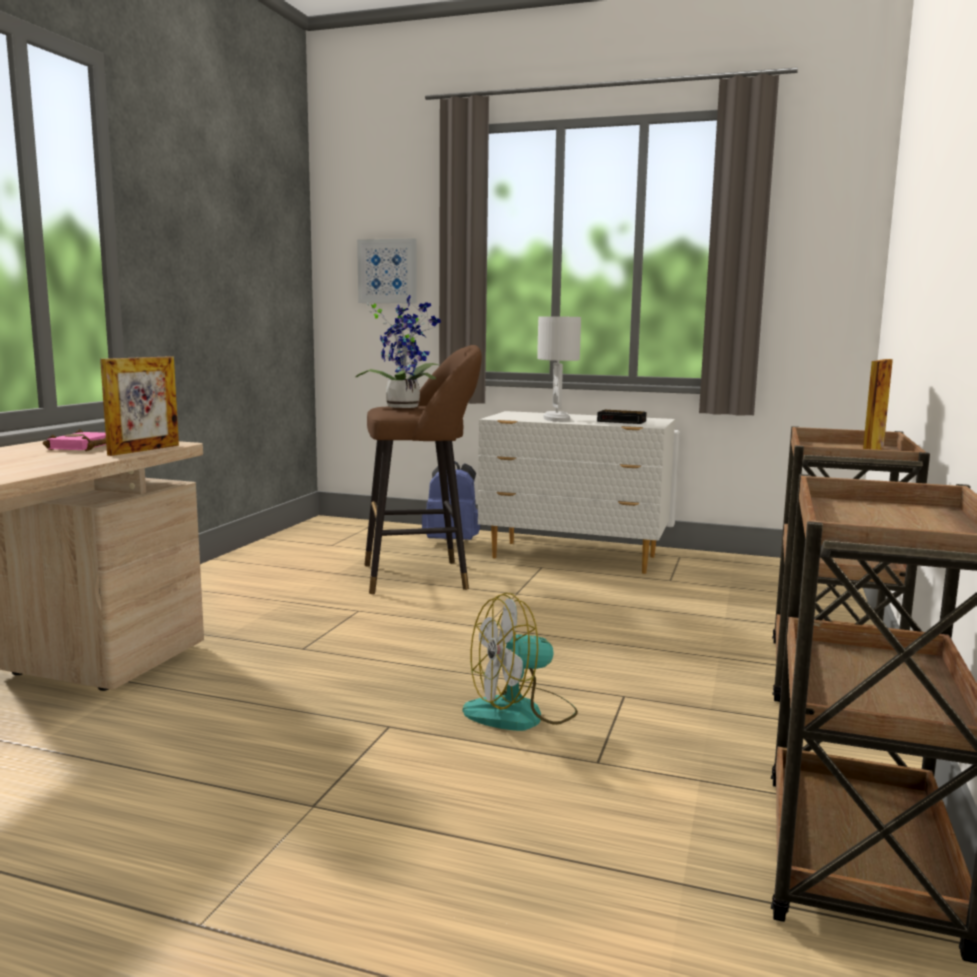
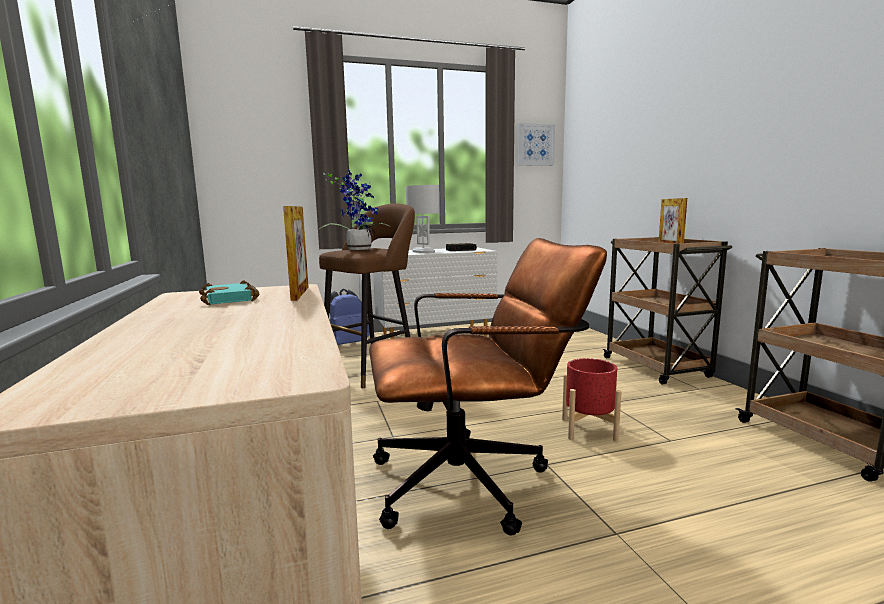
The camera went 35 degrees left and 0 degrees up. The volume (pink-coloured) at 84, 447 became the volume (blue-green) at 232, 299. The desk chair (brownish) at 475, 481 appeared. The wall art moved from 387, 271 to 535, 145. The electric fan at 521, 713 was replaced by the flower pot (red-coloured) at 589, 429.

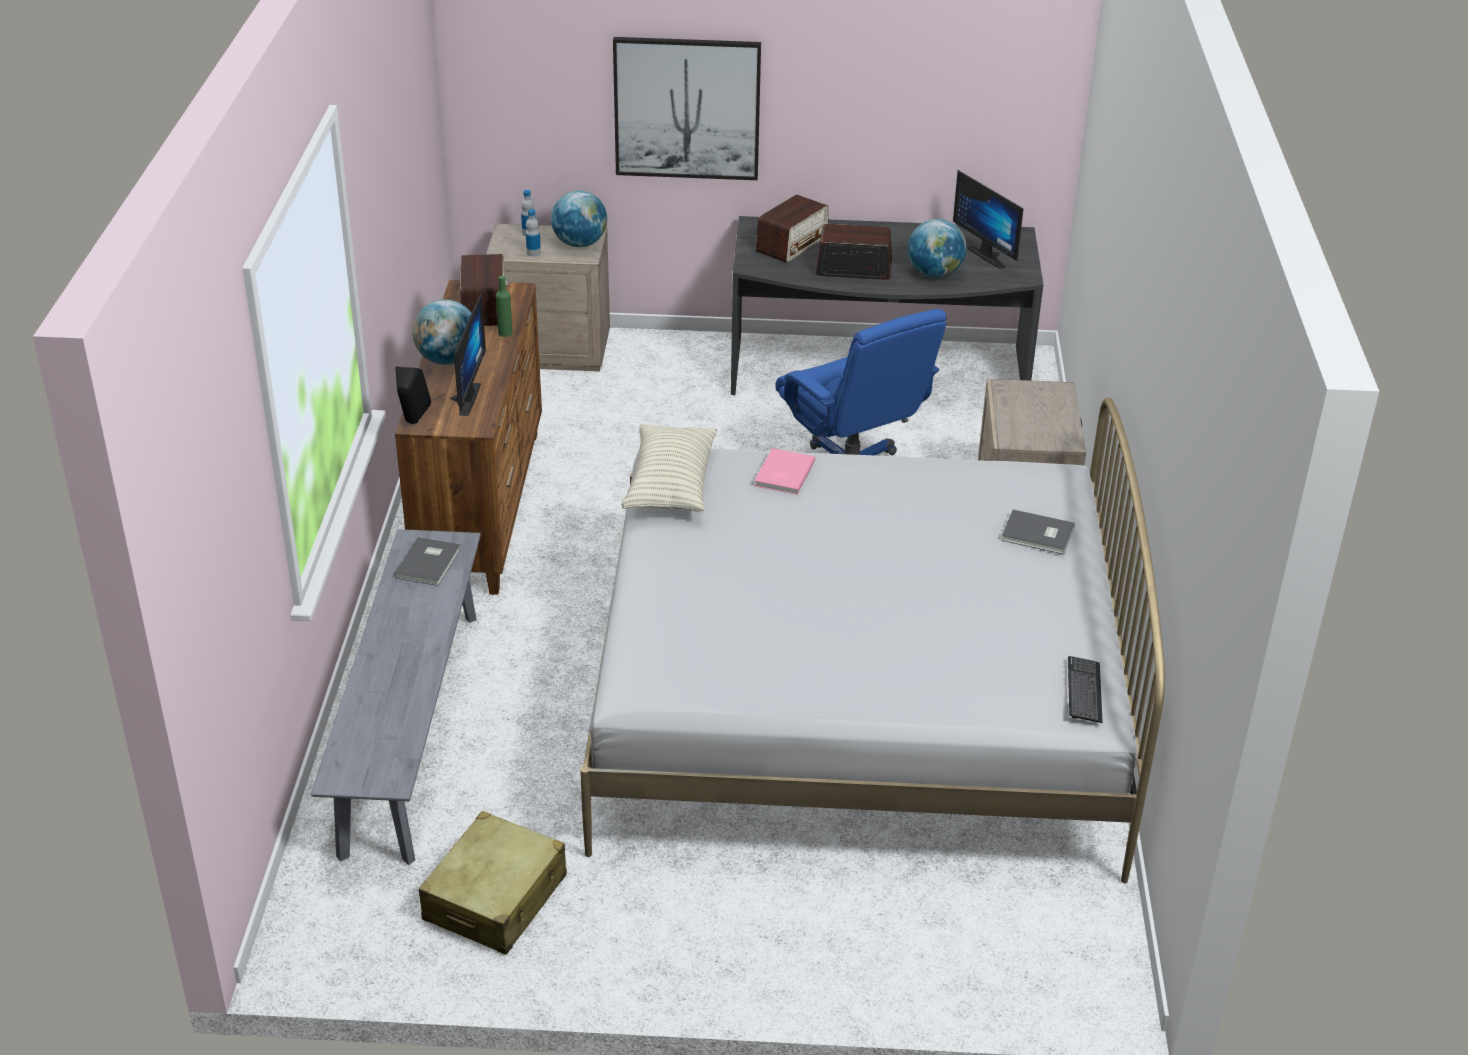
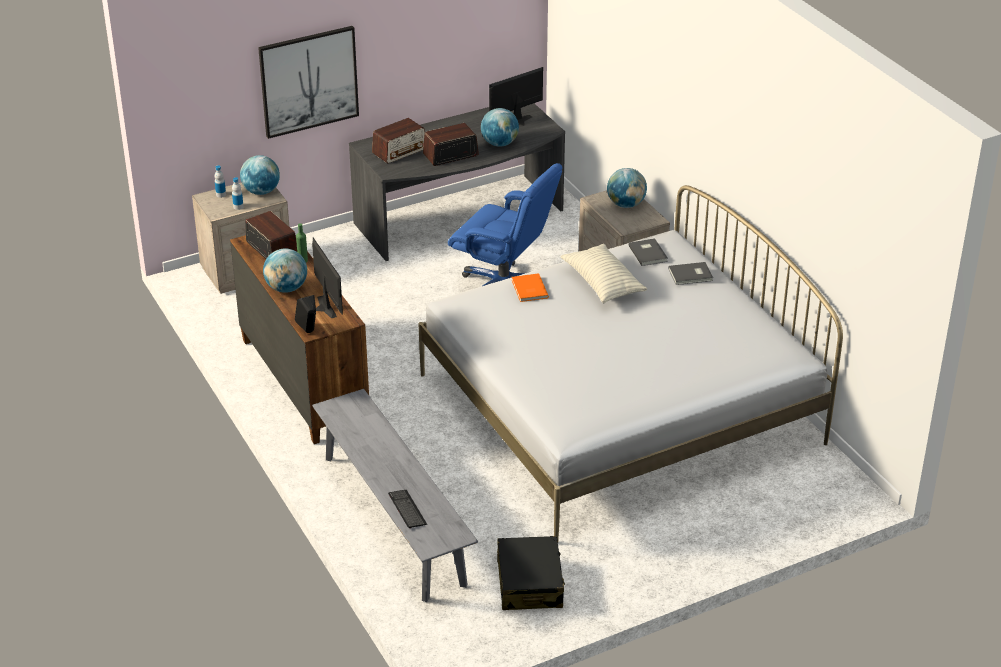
The camera went 30 degrees left and 0 degrees up. The radio receiver at 792, 244 turned 45 degrees clockwise. The PC keyboard moved from 1084, 691 to 407, 510. The computer display at 990, 255 turned 120 degrees clockwise. The suitcase (beige-coloured) at 496, 898 became the suitcase (black-coloured) at 529, 583. The volume (pink-coloured) at 782, 474 became the volume (orange) at 528, 289. The pillow moved from 670, 485 to 603, 284. The world globe at 626, 204 appeared. The volume (greyish) moved from 430, 563 to 648, 253.

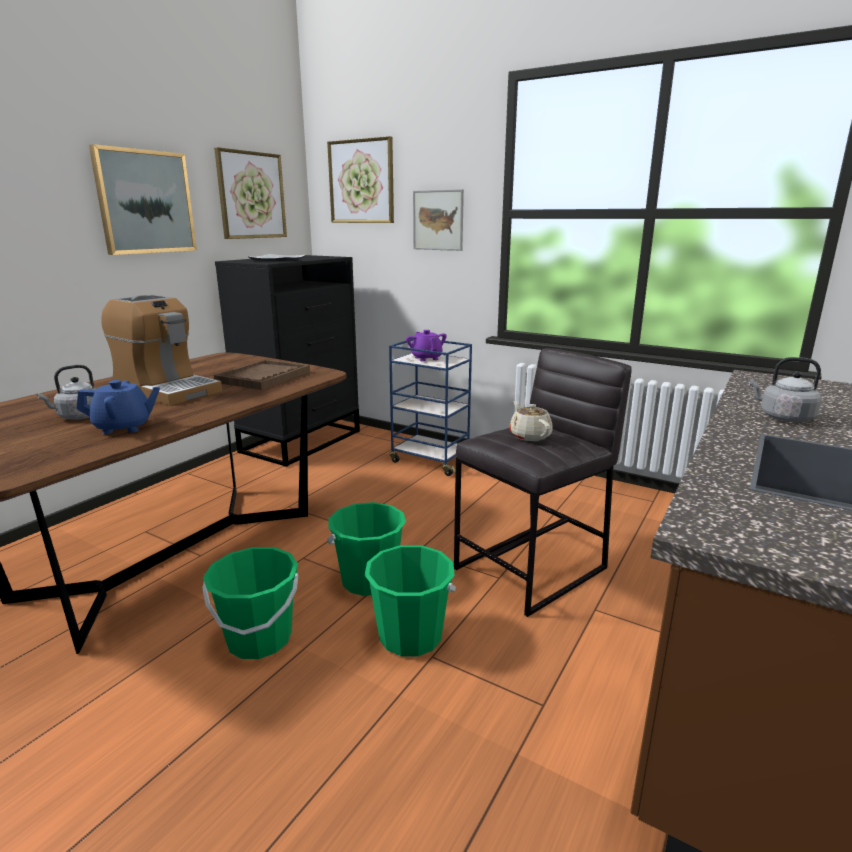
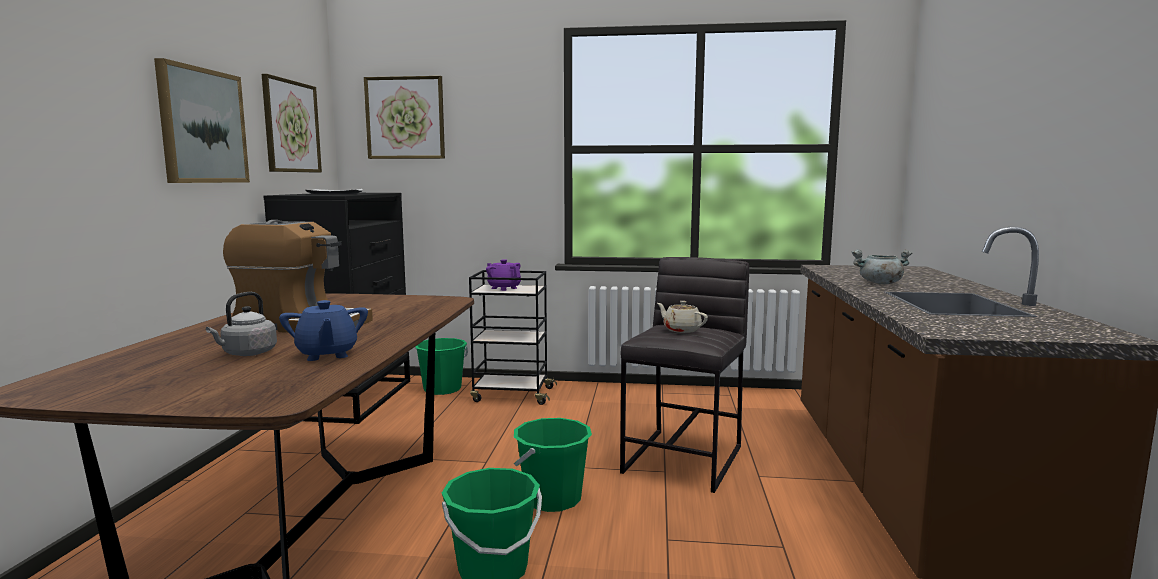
The camera went 25 degrees left and 10 degrees down. The pot for tea (blue-coloured) at 124, 427 turned 105 degrees clockwise. The pail (green-coloured) moved from 410, 636 to 442, 389. The cart (blue-coloured) at 431, 460 became the cart (black-coloured) at 512, 395. The tea kettle (greyish) at 783, 417 was replaced by the cooking pot (greyish) at 880, 283. The carrying tray (brownish) at 264, 377 disappeared. The wall art at 438, 220 disappeared.

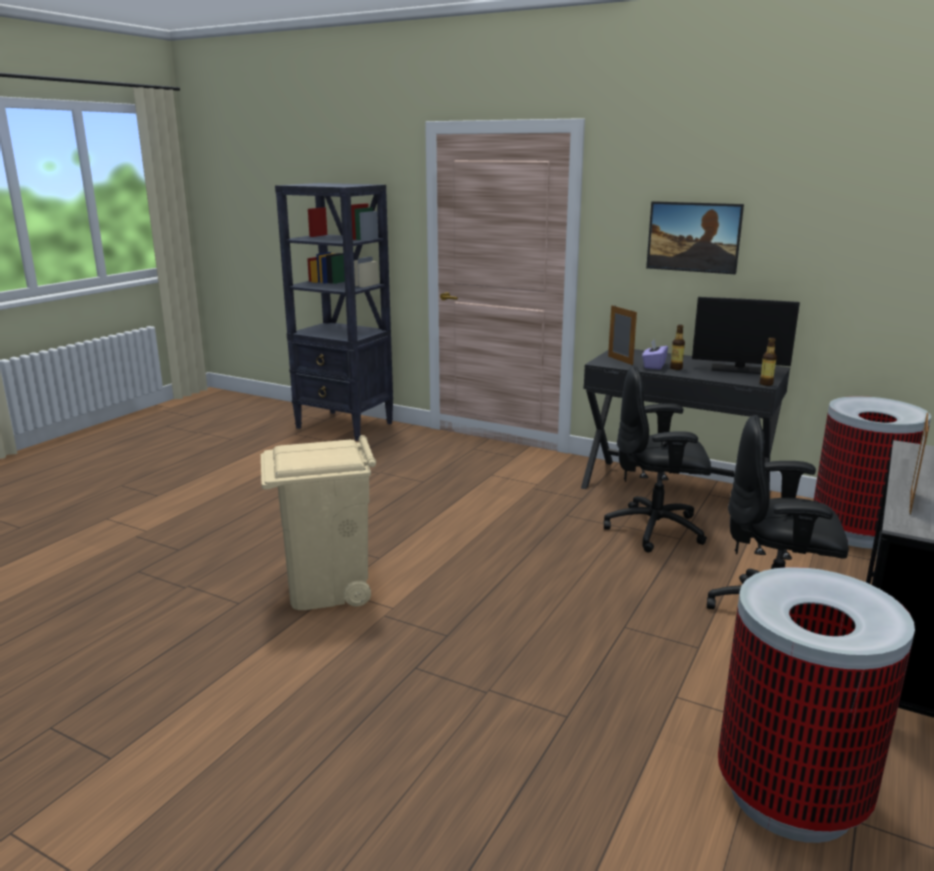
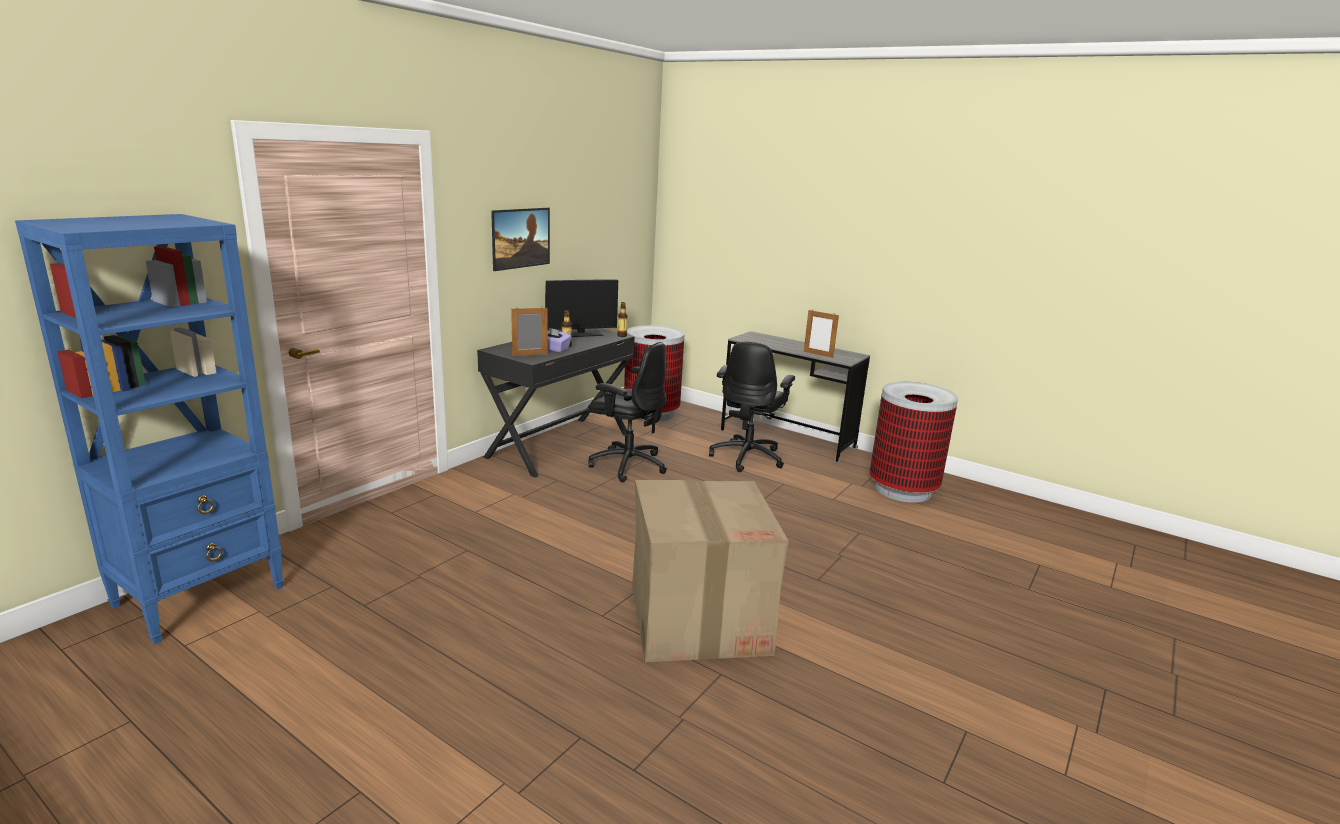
The camera went 85 degrees left and 0 degrees up. The bookcase (black-coloured) at 345, 426 became the bookcase (blue-coloured) at 201, 596. The computer display at 739, 369 turned 45 degrees clockwise. The desk chair (black-coloured) at 656, 530 turned 75 degrees counterclockwise. The rubbish bin (beige-coloured) at 326, 589 was replaced by the carton at 698, 618.

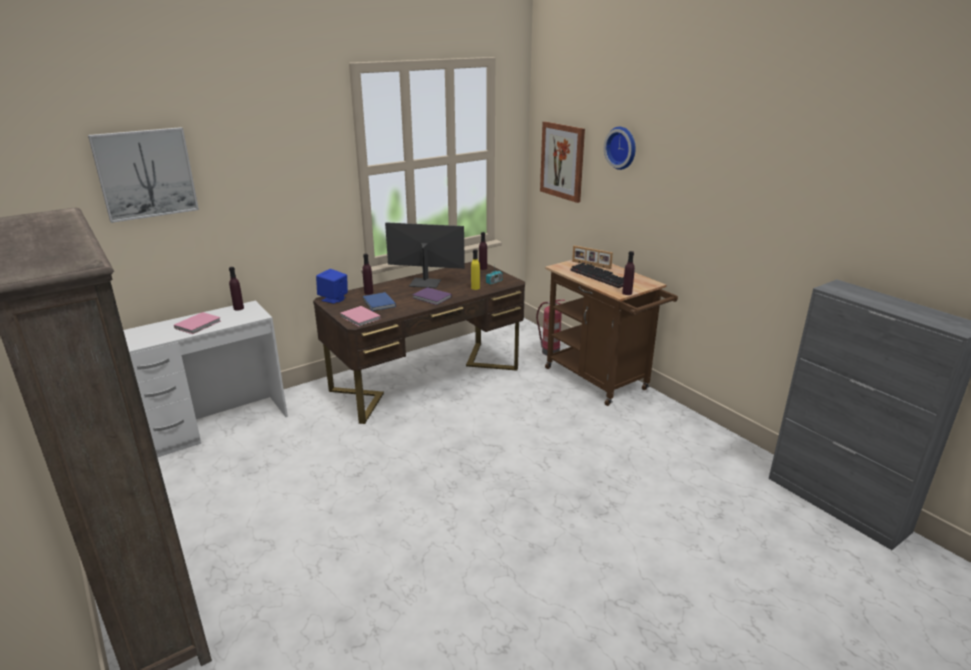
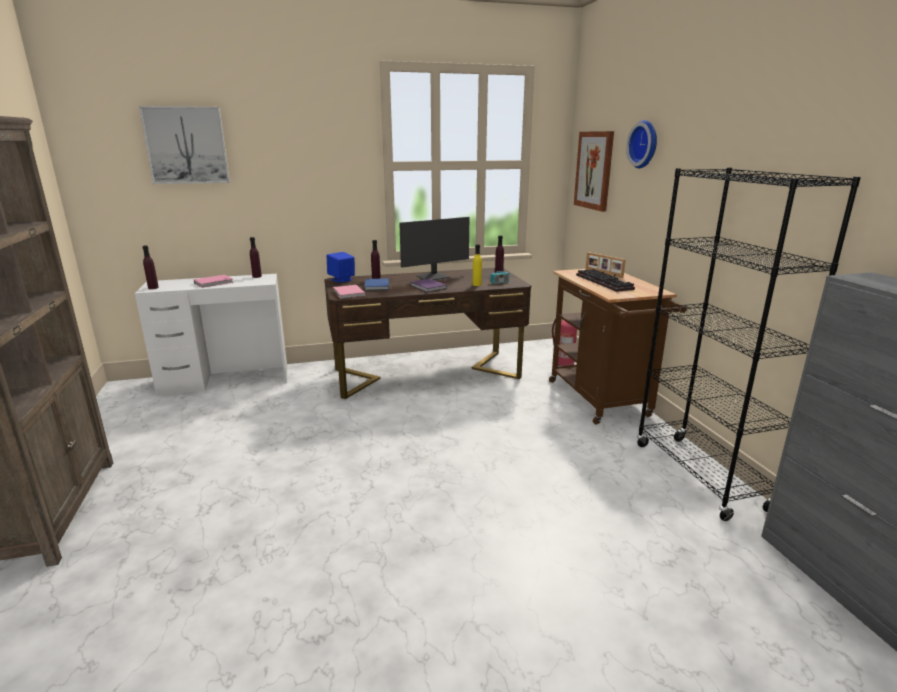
The camera went 20 degrees right and 5 degrees down. The beverage bottle (purple-coloured) moved from 627, 293 to 153, 288. The computer display at 425, 283 turned 120 degrees clockwise. The bookcase (black-coloured) at 699, 476 appeared.

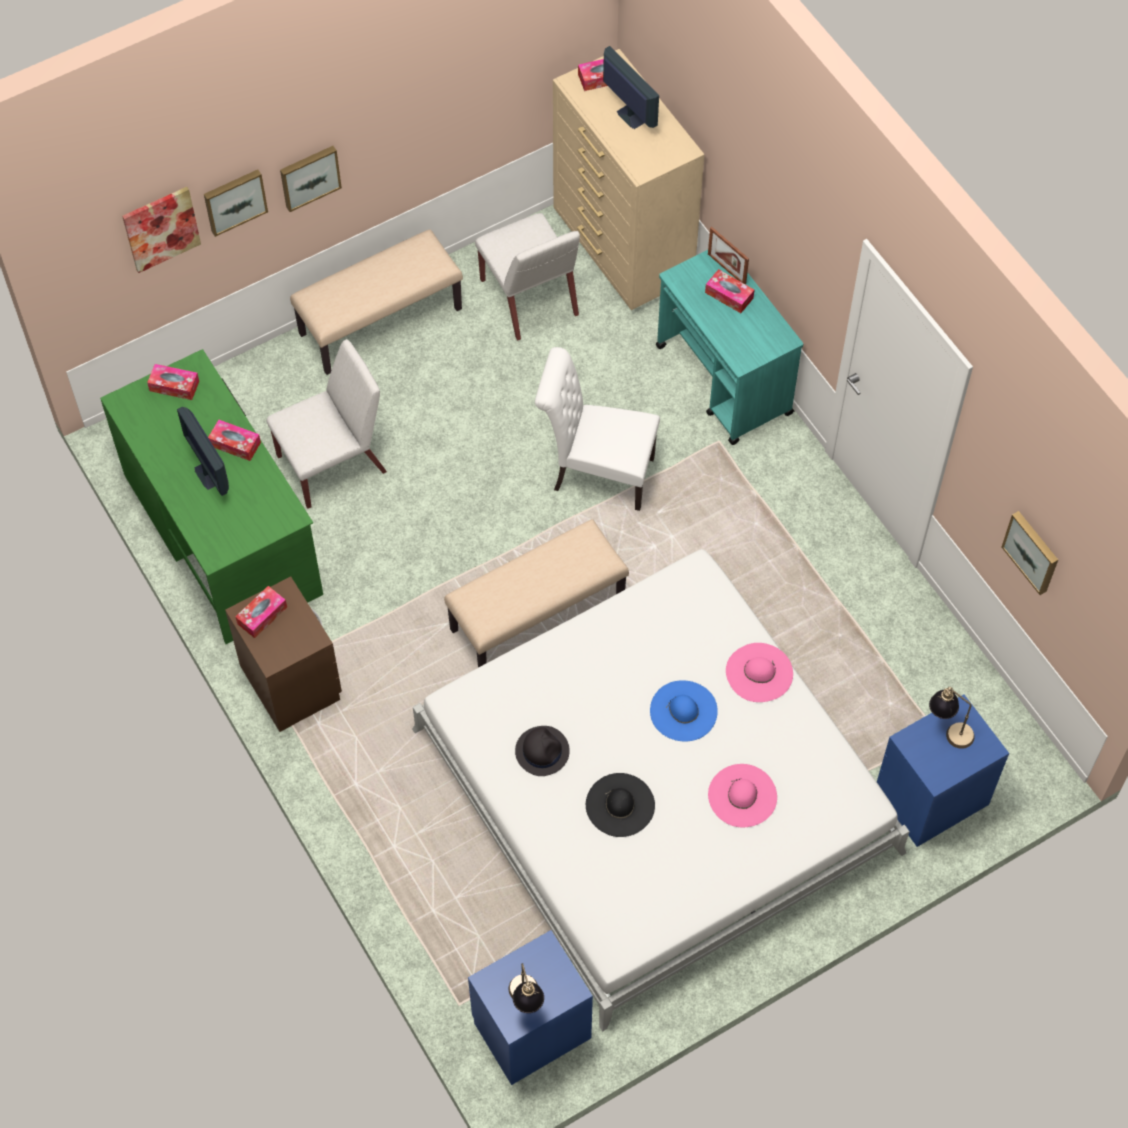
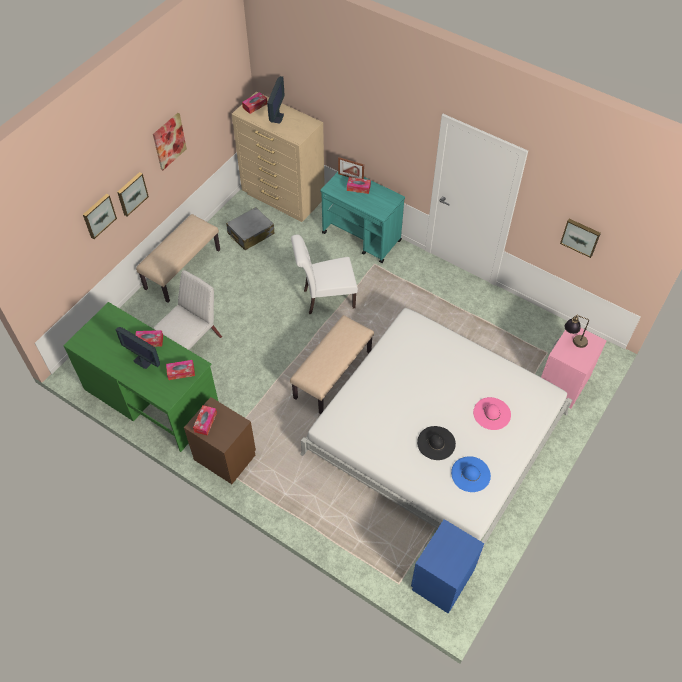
The camera went 25 degrees left and 5 degrees down. The wall art moved from 161, 228 to 169, 141. The box of tissues moved from 174, 386 to 181, 372. The chair (whitish) at 529, 298 was replaced by the suitcase (greyish) at 250, 234. The computer display at 630, 116 turned 75 degrees clockwise. The hat (blue-coloured) moved from 683, 711 to 470, 474. The night table (blue-coloured) at 931, 796 became the night table (pink-coloured) at 563, 383. The table lamp at 526, 1001 disappeared. The hat (black-coloured) at 542, 751 disappeared. The hat (pink-coloured) at 759, 672 disappeared.

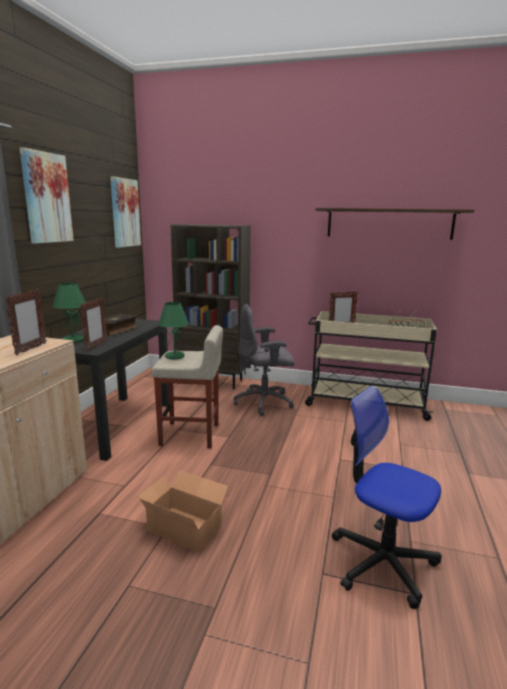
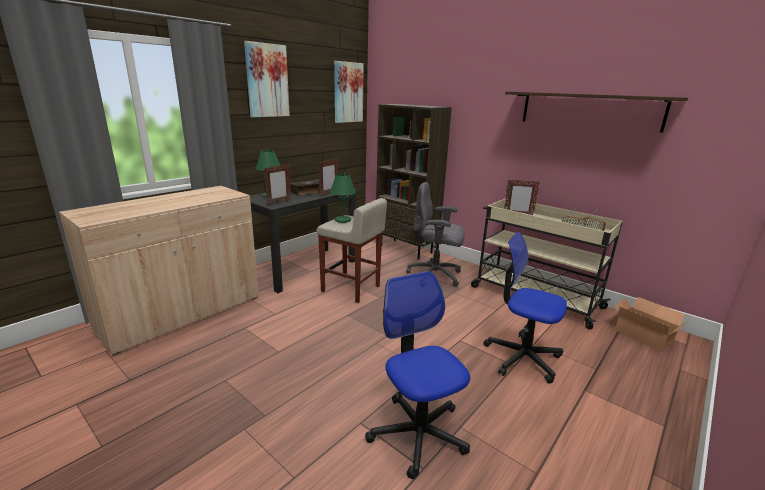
The camera went 25 degrees right and 5 degrees up. The picture frame moved from 30, 349 to 329, 194. The desk chair at 522, 357 appeared. The carton moved from 185, 526 to 643, 334.

